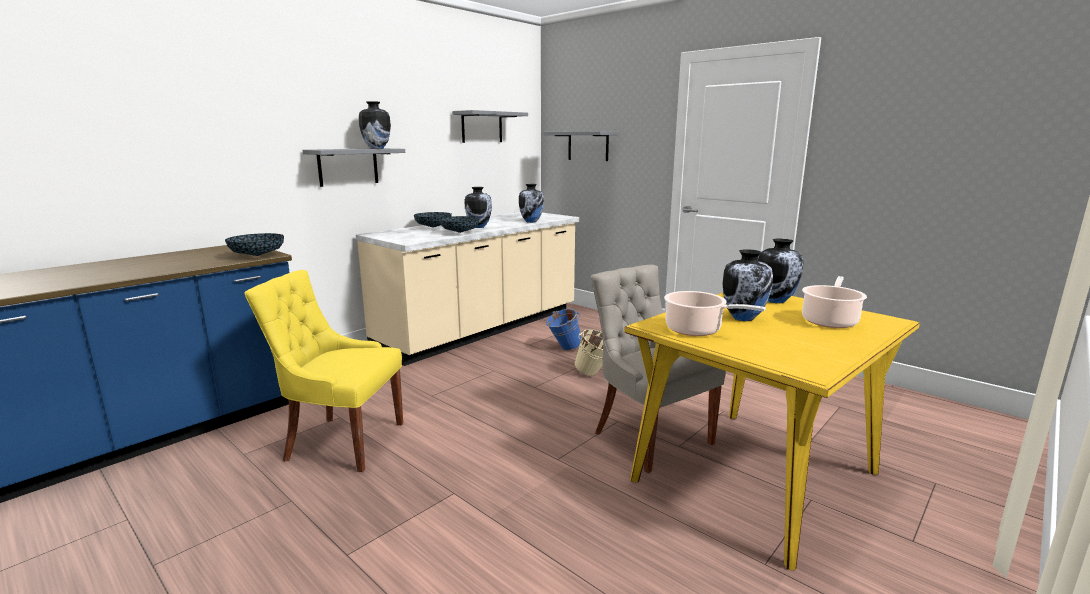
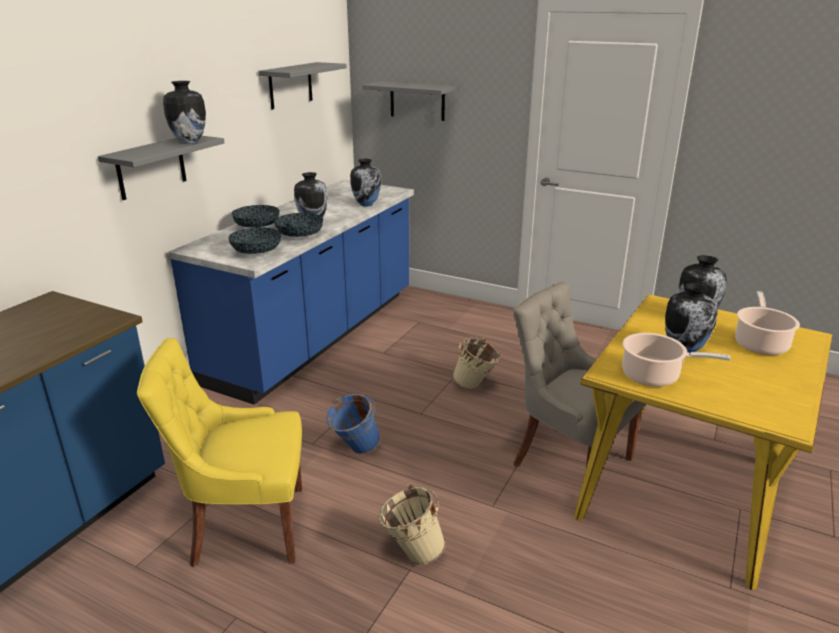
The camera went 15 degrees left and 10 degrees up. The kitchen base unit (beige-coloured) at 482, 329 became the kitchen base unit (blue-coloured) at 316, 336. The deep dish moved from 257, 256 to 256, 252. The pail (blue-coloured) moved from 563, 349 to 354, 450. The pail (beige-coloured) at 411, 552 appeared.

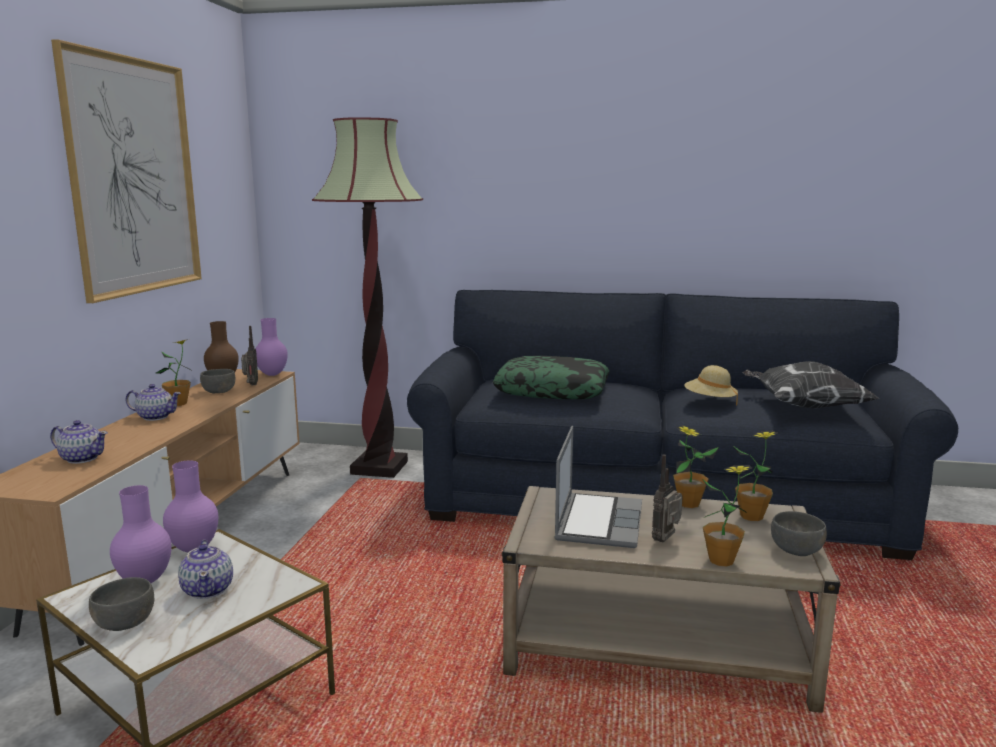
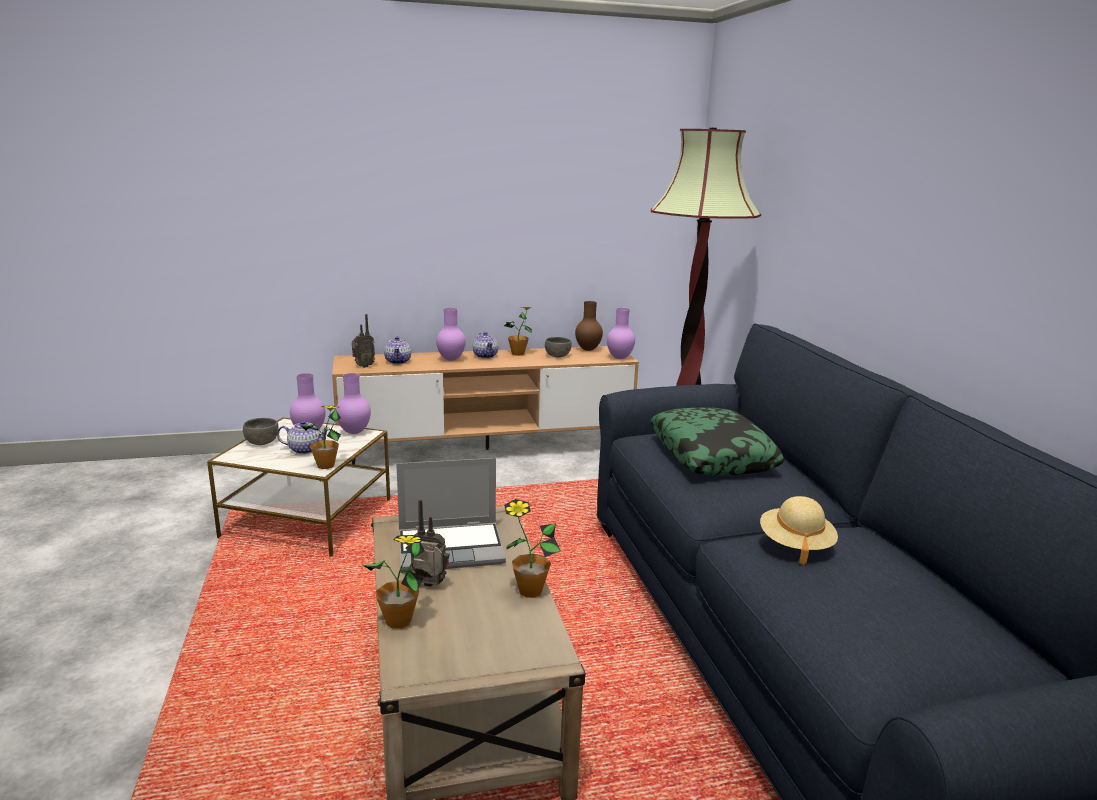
The camera went 65 degrees right and 5 degrees up. The pot for tea at 208, 589 turned 135 degrees counterclockwise. The plant in a pot moved from 751, 516 to 326, 465. The radio receiver moved from 250, 385 to 363, 366. The decorative vase (purple-coloured) at 450, 359 appeared. The wall art at 134, 177 disappeared. The pillow at 803, 407 disappeared. The deep dish (greyish) at 797, 550 disappeared.

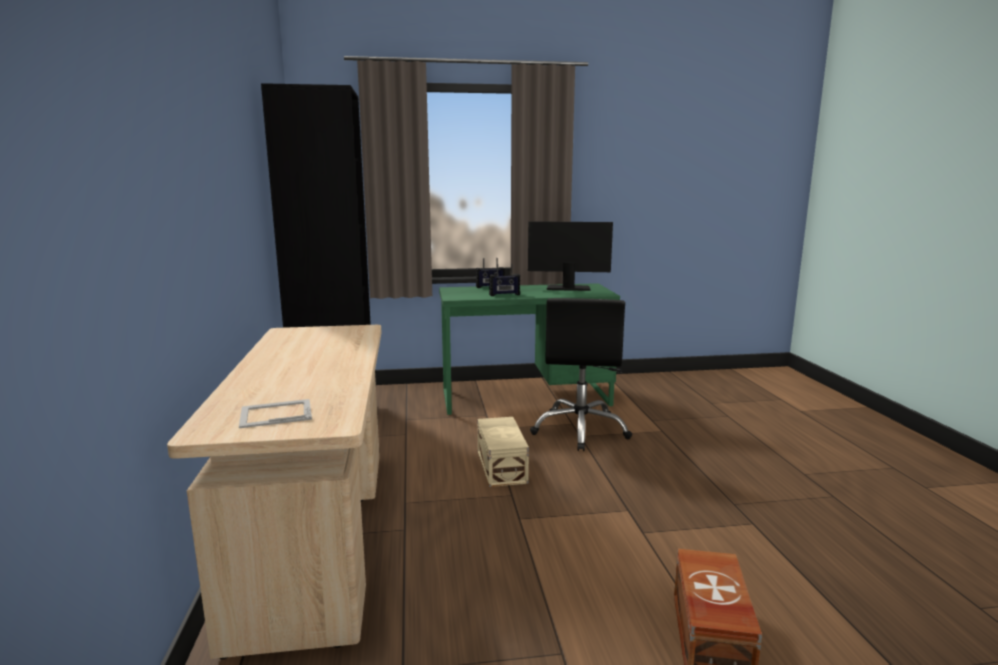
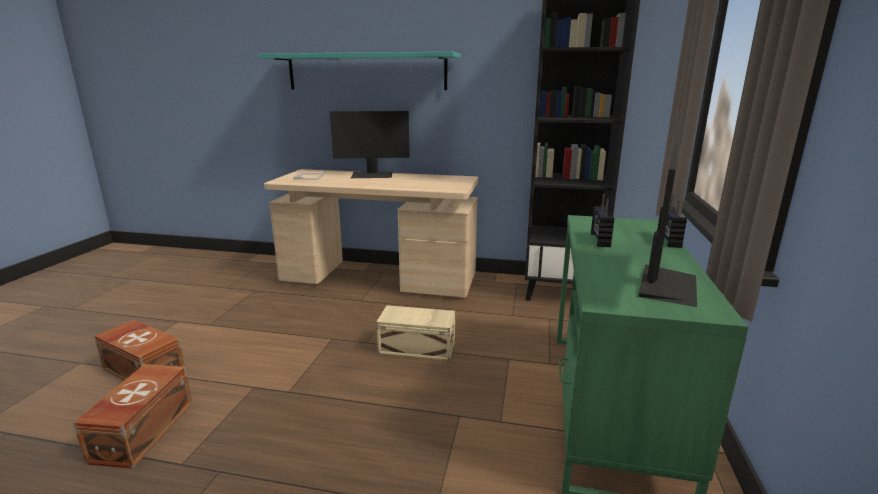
The camera went 110 degrees right and 5 degrees up. The storage box (brownish) at 141, 432 appeared. The wall shelf (blue-green) at 366, 72 appeared. The computer display at 372, 175 appeared. The desk chair (black-coloured) at 580, 430 disappeared.

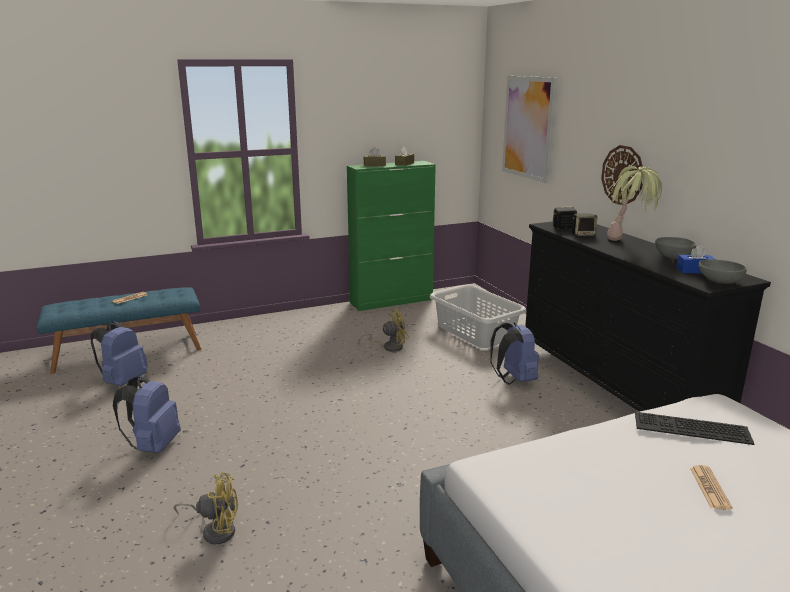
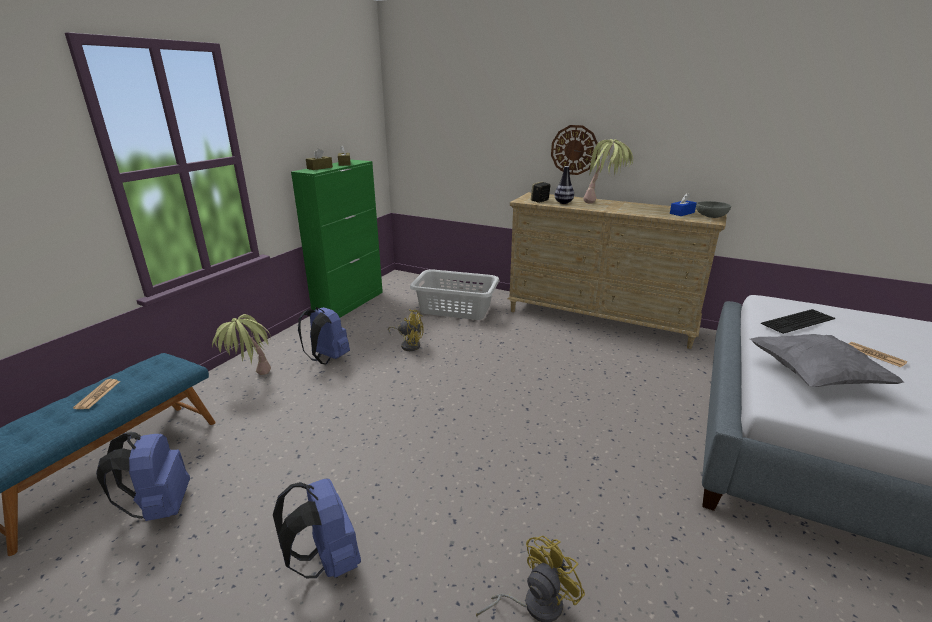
The camera went 40 degrees left and 5 degrees up. The plant in a pot at 251, 381 appeared. The knapsack (blue-coloured) moved from 514, 380 to 327, 359. The electric fan (yellow-coloured) at 389, 347 turned 75 degrees clockwise. The drawer chest (black-coloured) at 614, 390 became the drawer chest (beige-coloured) at 600, 320. The speaker at 583, 234 was replaced by the decorative vase at 563, 203. The pillow (greyish) at 814, 377 appeared. The wall art at 528, 127 disappeared. The deep dish (greyish) at 673, 257 disappeared.

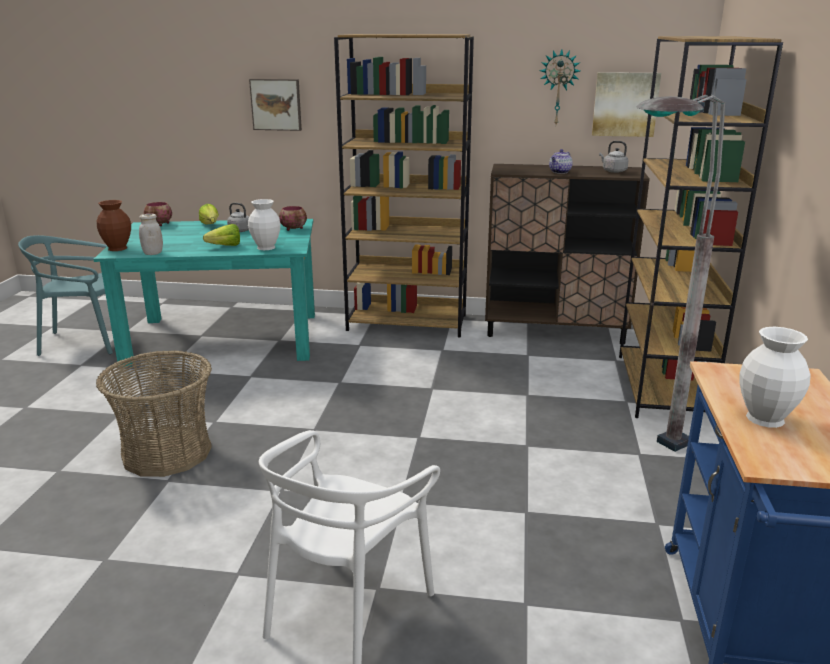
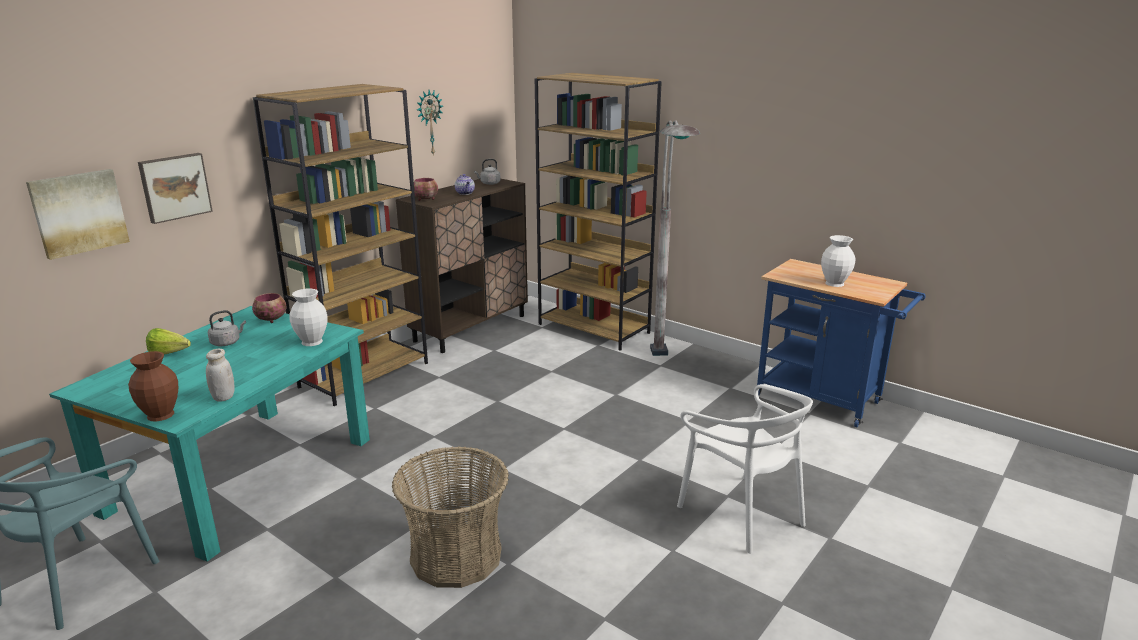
The camera went 60 degrees left and 0 degrees up. The wall art moved from 625, 104 to 79, 213. The deep dish moved from 159, 224 to 426, 199. The lettuce head at 222, 246 disappeared.

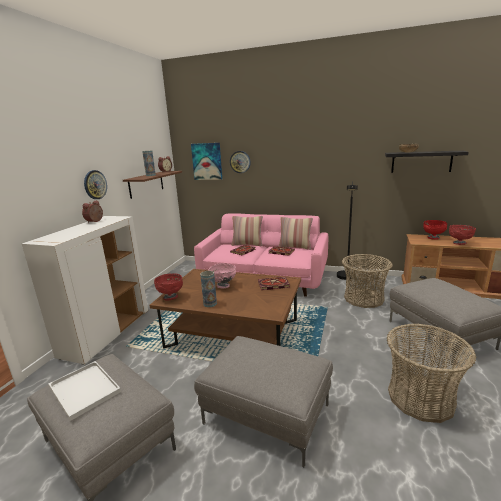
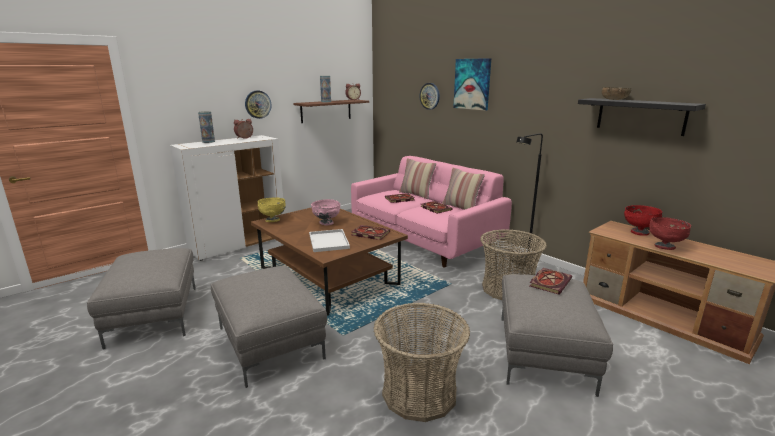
The camera went 30 degrees right and 0 degrees up. The decorative vase moved from 210, 304 to 208, 142. The deep dish (red-coloured) at 171, 297 became the deep dish (yellow-coloured) at 273, 220. The carrying tray (whitish) moved from 86, 389 to 329, 241. The wall art moved from 207, 161 to 472, 84. The volume at 549, 282 appeared.

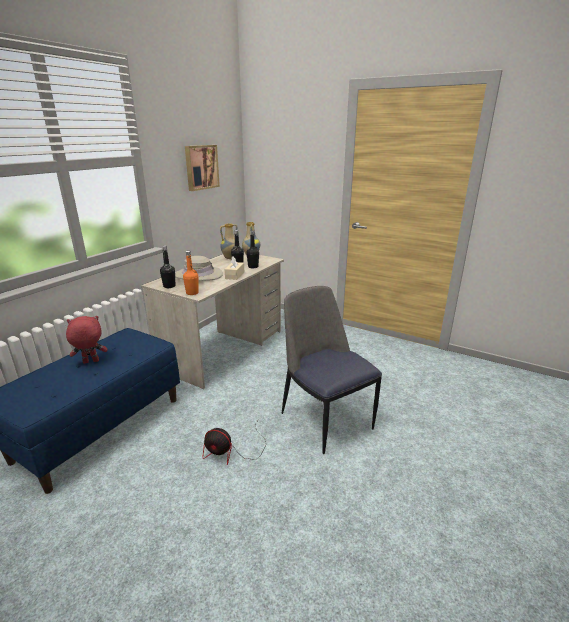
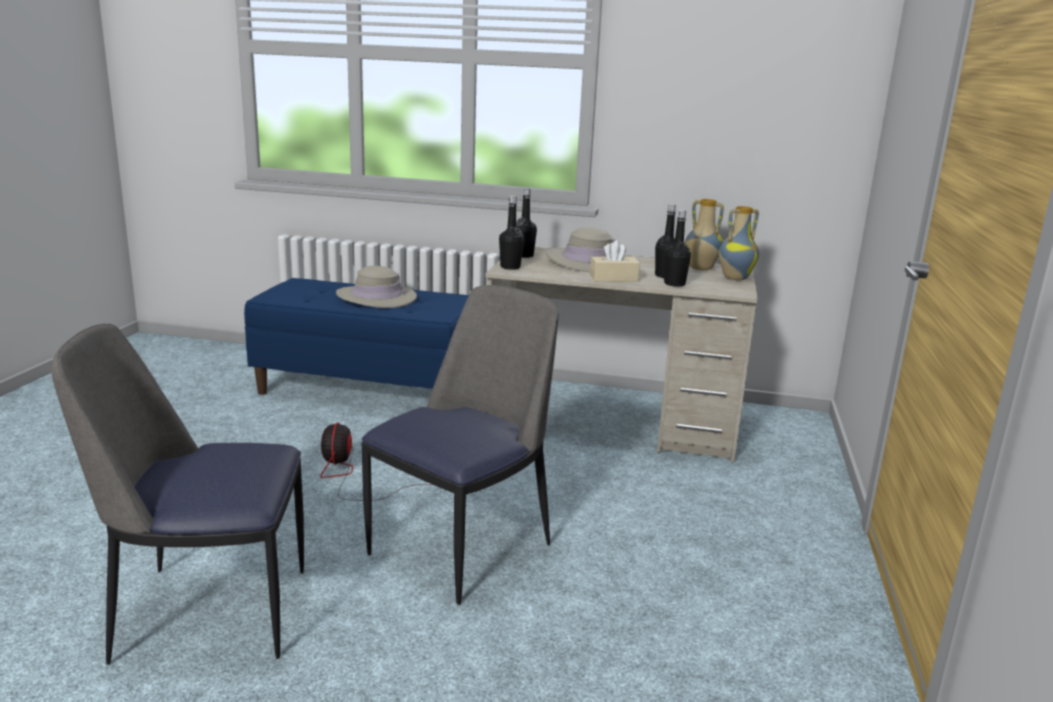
The camera went 70 degrees right and 5 degrees down. The chair at 206, 612 appeared. The cuddly toy (red-coloured) at 90, 362 was replaced by the hat (beige-coloured) at 376, 297. The beverage bottle (orange) at 192, 293 became the beverage bottle (black-coloured) at 510, 267. The wall art at 201, 167 disappeared.

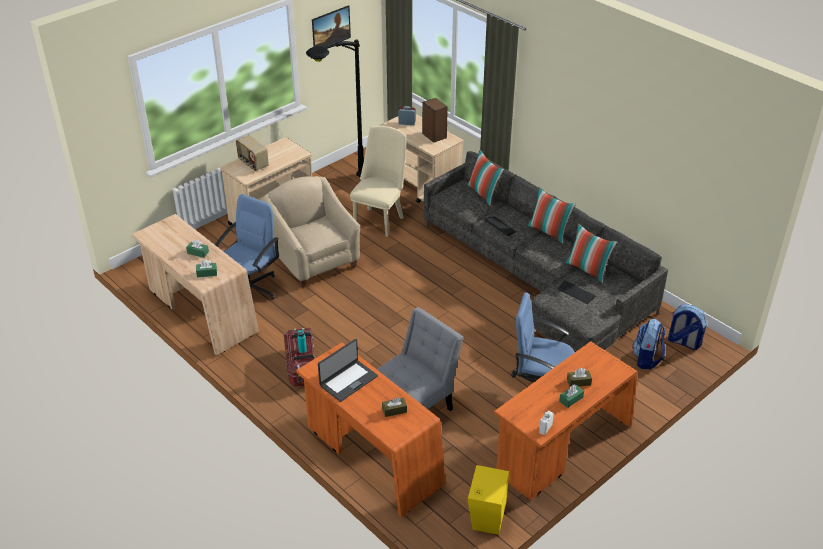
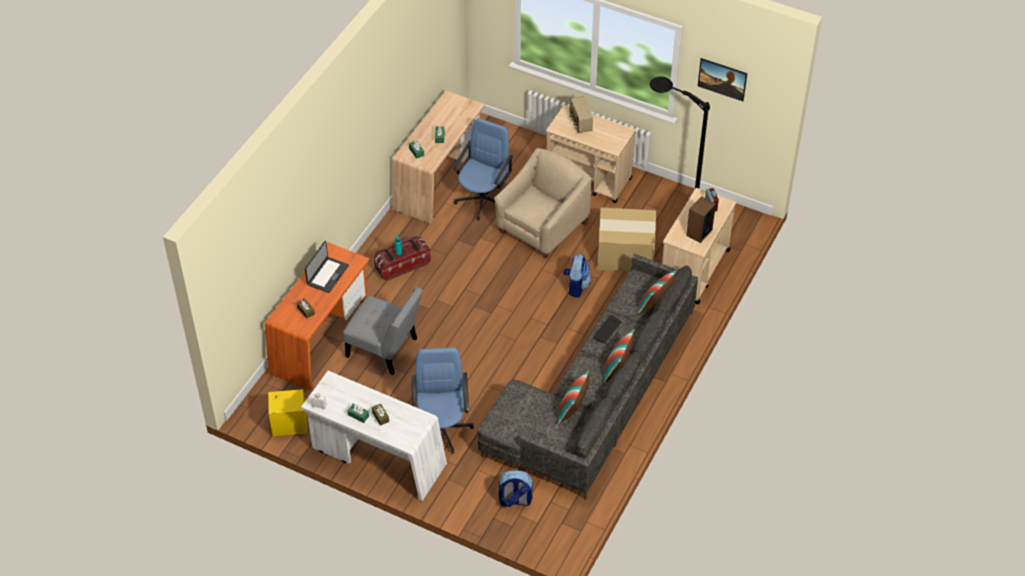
The camera went 70 degrees right and 10 degrees up. The desk unit (orange) at 562, 448 became the desk unit (whitish) at 377, 458. The laptop at 348, 380 turned 90 degrees counterclockwise. The desk chair (blue-coloured) at 250, 288 turned 75 degrees counterclockwise. The knapsack moved from 683, 342 to 576, 286. The radio receiver at 253, 163 turned 45 degrees counterclockwise. The chair (beige-coloured) at 380, 219 was replaced by the carton at 626, 254. The PC keyboard at 576, 293 disappeared.

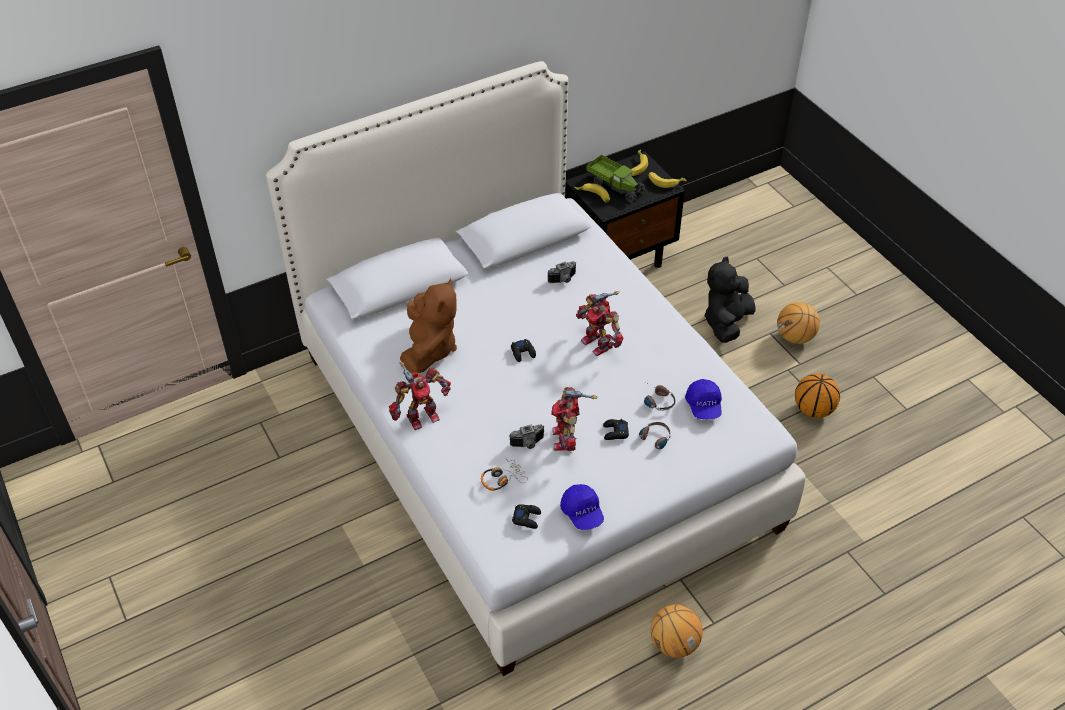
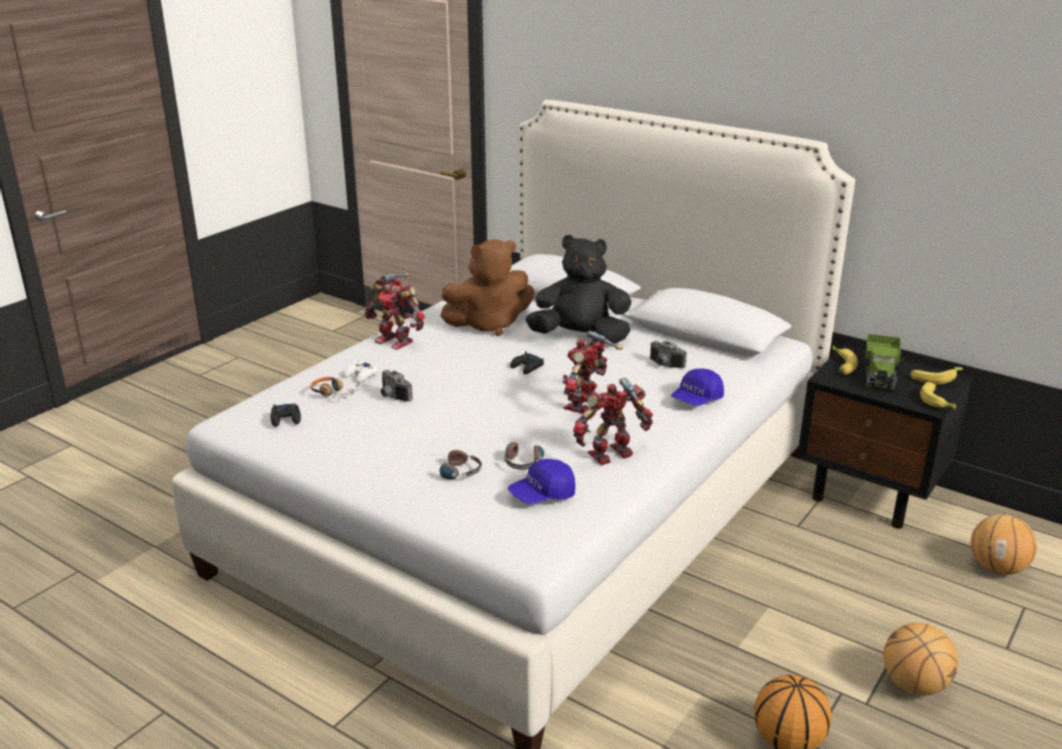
The camera went 65 degrees right and 20 degrees down. The gamepad (whitish) at 360, 376 appeared. The cuddly toy (black-coloured) moved from 726, 323 to 580, 337. The model robot moved from 566, 439 to 612, 456. The peaked cap (blue-coloured) moved from 582, 513 to 696, 400. The basketball moved from 673, 643 to 997, 568. The gamepad (black-coloured) at 615, 432 disappeared.

